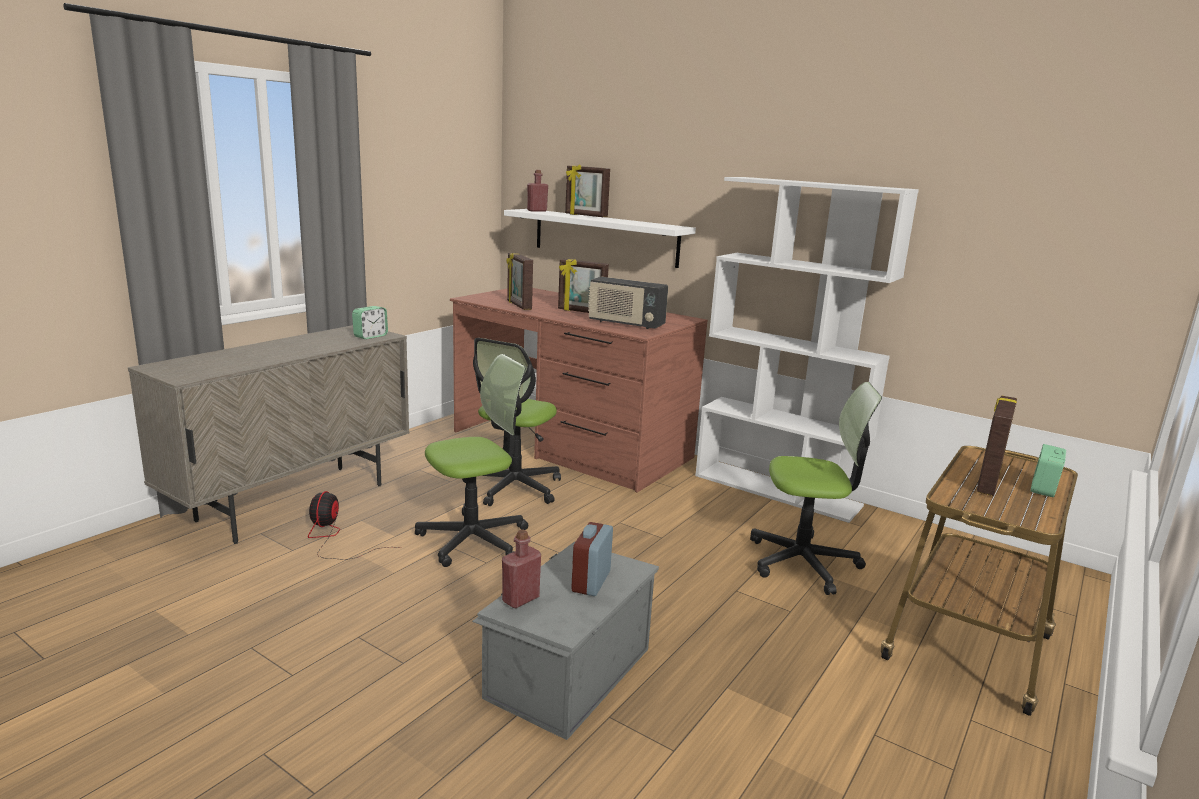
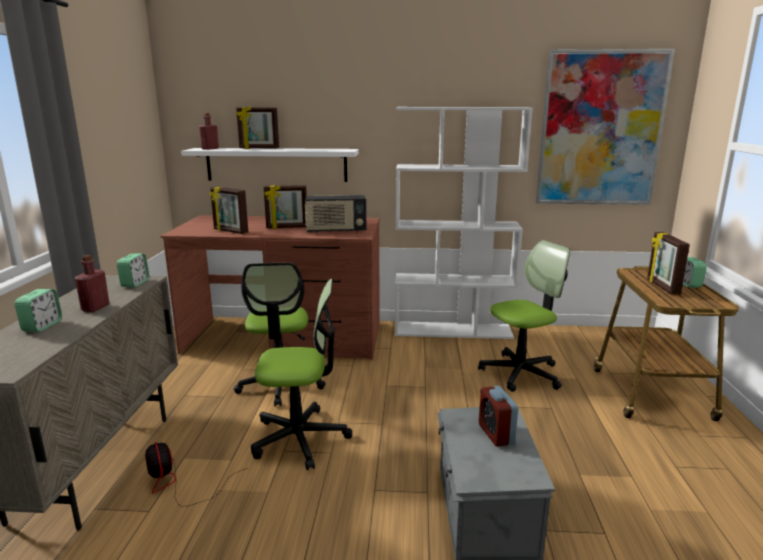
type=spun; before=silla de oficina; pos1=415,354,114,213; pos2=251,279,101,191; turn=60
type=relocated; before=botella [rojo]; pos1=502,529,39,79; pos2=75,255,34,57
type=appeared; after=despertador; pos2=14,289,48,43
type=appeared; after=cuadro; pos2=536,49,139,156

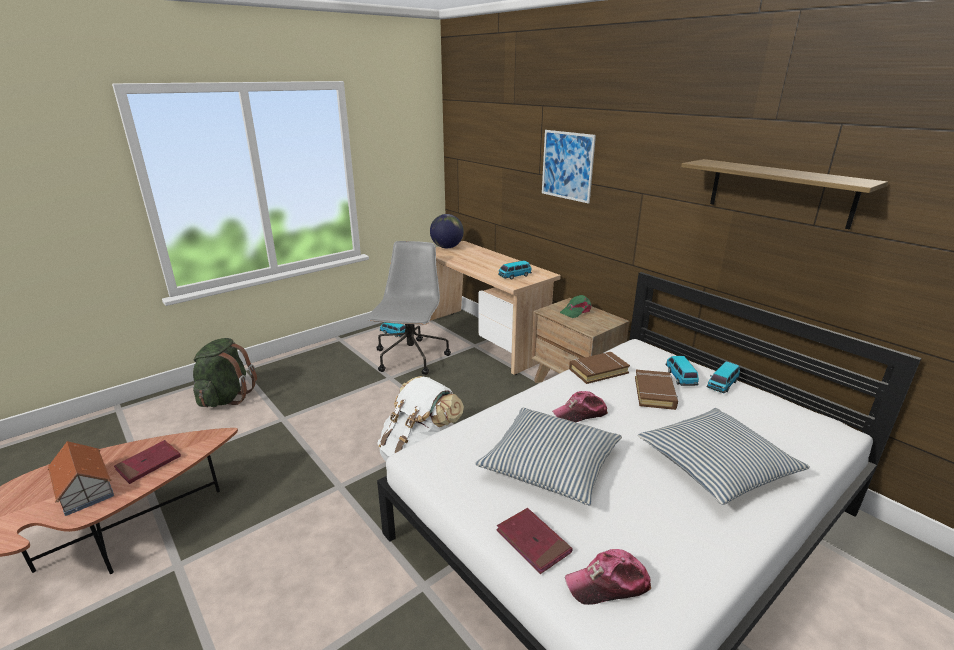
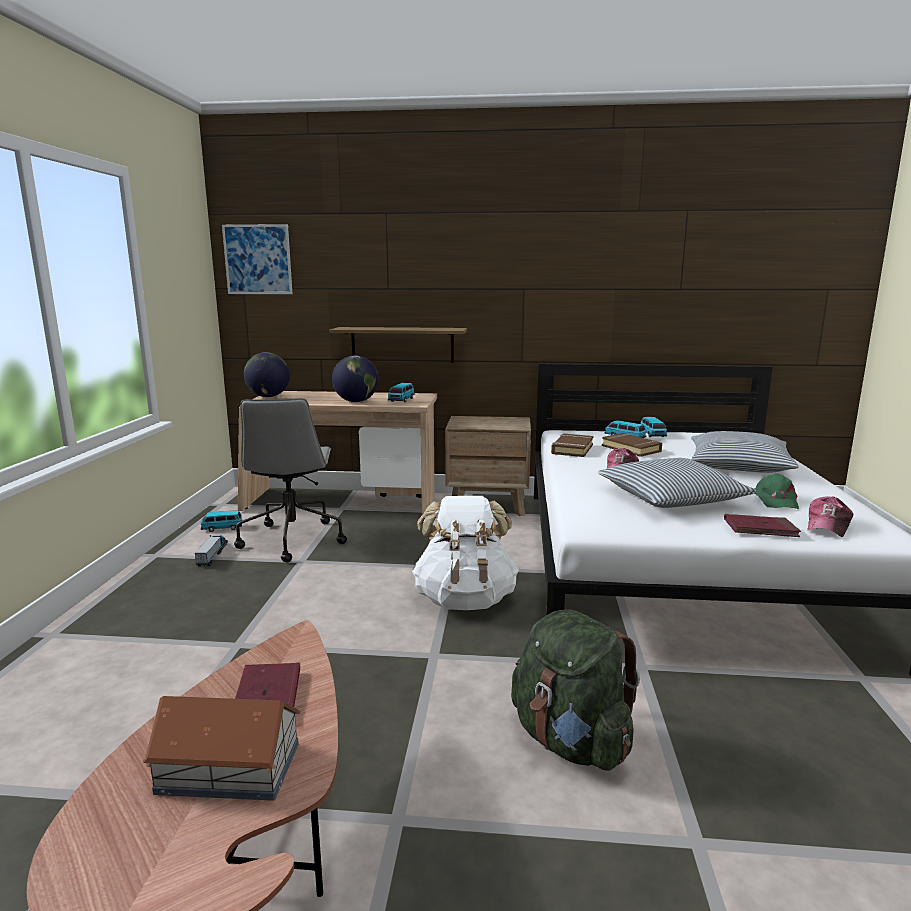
type=relocated; before=mochila [verde]; pos1=193,338,64,69; pos2=511,609,129,162
type=spun; before=silla de oficina [gris]; pos1=367,241,84,134; pos2=234,398,113,164; turn=-150
type=relocated; before=cuadro; pos1=542,130,54,74; pos2=222,224,70,70
type=relocated; before=gorra [verde]; pos1=560,295,32,23; pos2=754,473,45,36
type=relocated; before=estante; pos1=681,159,207,70; pos2=329,327,138,36
type=appeared; after=camión de juguete; pos2=195,535,33,32
type=appeared; after=globo terráqueo; pos2=332,355,47,47

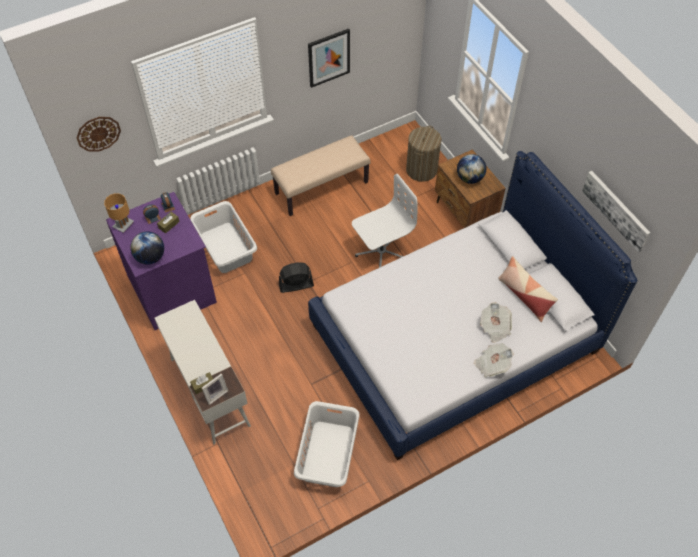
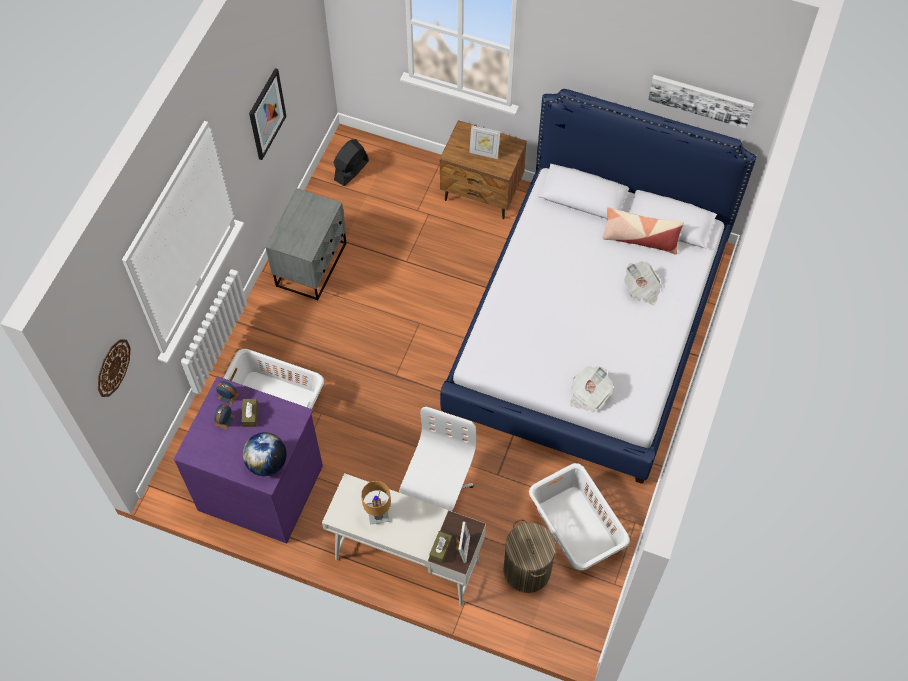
type=relocated; before=lámpara de mesa [marrón]; pos1=104,193,30,40; pos2=361,481,30,44
type=exchanged; before=banco [beis]; after=mesita de noche [gris]; pos1=271,135,99,81; pos2=265,188,81,113
type=relocated; before=ventilador [negro]; pos1=279,262,35,31; pos2=333,139,36,47
type=relocated; before=silla de oficina [blanco]; pos1=352,174,66,94; pos2=399,407,77,105
type=relocated; before=cesto de la ropa; pos1=406,126,36,56; pos2=504,519,52,74
type=exchanged; before=globo terráqueo; after=portarretratos; pos1=457,154,29,30; pos2=469,125,31,34
type=relocated; before=periódico; pos1=474,343,40,34; pos2=570,366,43,46

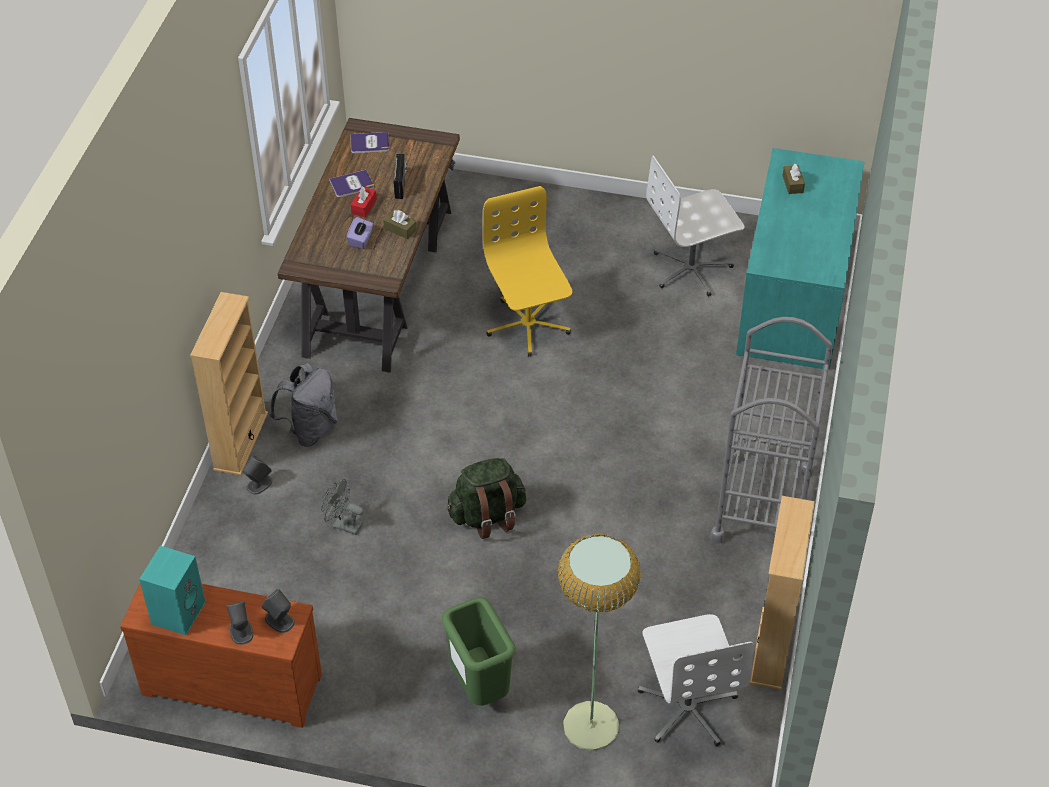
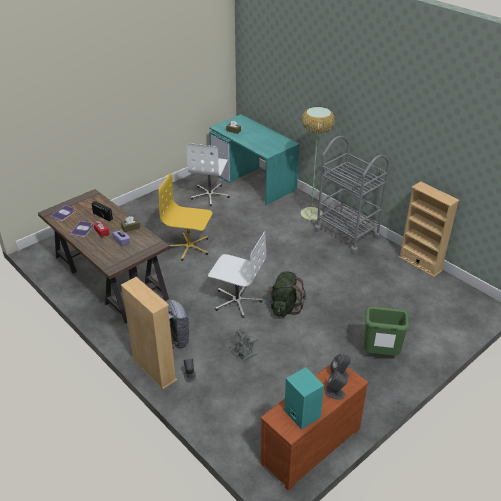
type=relocated; before=lámpara de pie; pos1=558,534,83,217; pos2=300,106,35,115
type=relocated; before=silla de oficina [blanco]; pos1=638,614,116,132; pos2=208,231,58,87

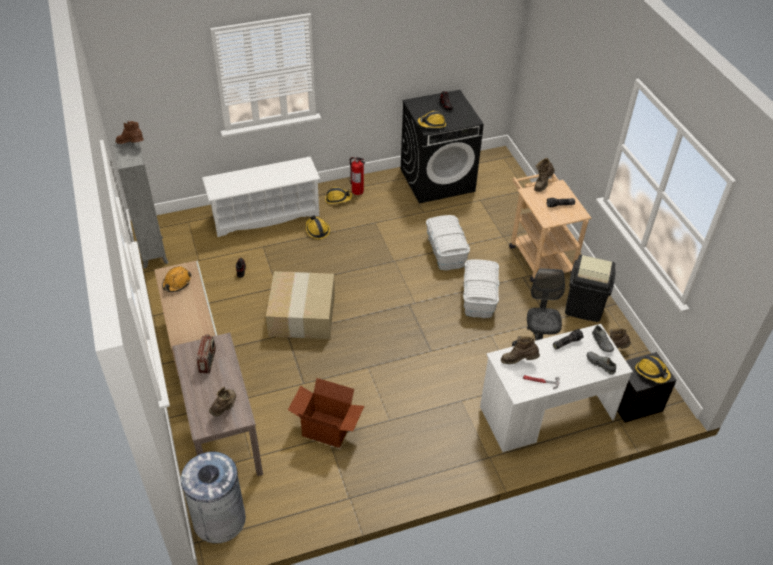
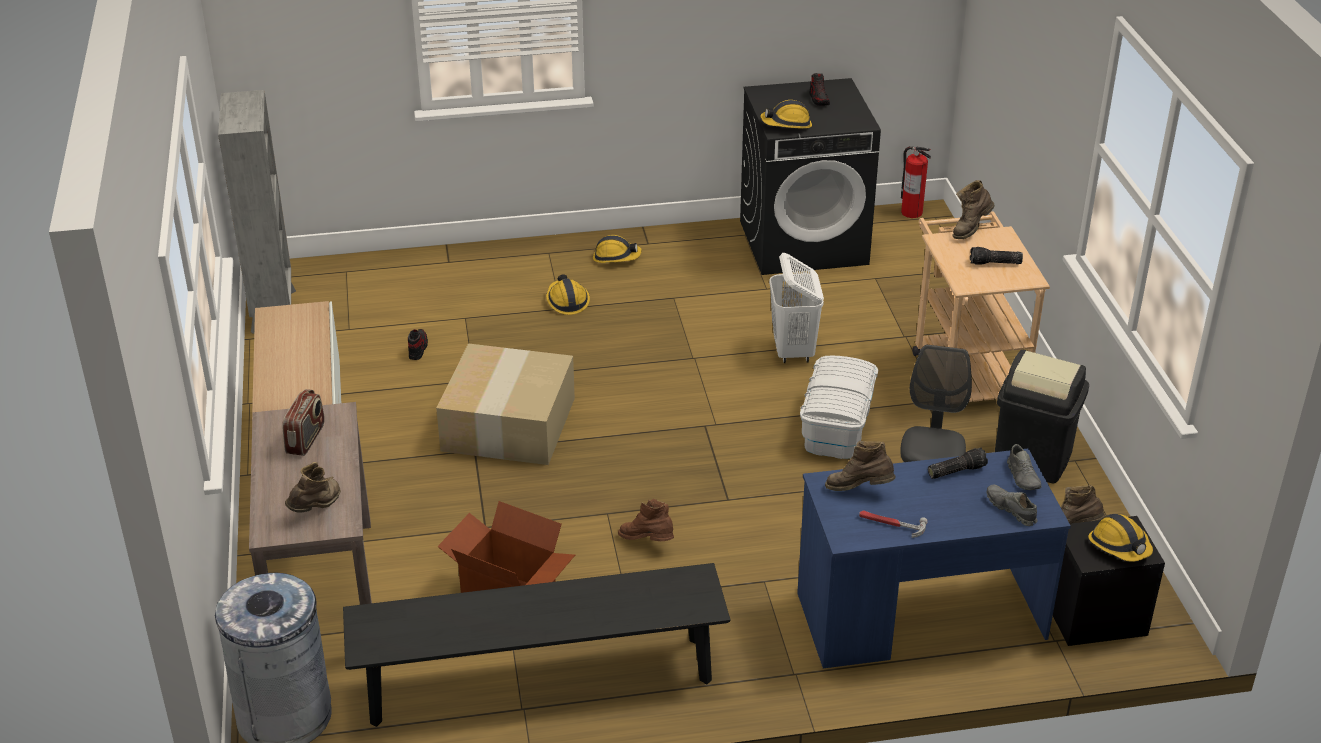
type=relocated; before=bota [marrón]; pos1=115,121,29,23; pos2=618,499,56,42
type=missing; before=casco [naranja]; pos1=162,267,29,25
type=missing; before=zapatero [blanco]; pos1=202,157,118,80
type=relocated; before=extintor; pos1=350,157,15,38; pos2=901,146,30,72
type=exchanged; before=caja de almacenaje [blanco]; after=cesto de la ropa [blanco]; pos1=426,215,44,55; pos2=769,253,55,110
type=colour; before=escritorio [blanco]; after=escritorio [azul]; pos1=480,324,153,128; pos2=797,448,274,220
type=appeared; after=banco [negro]; pos2=343,563,387,164

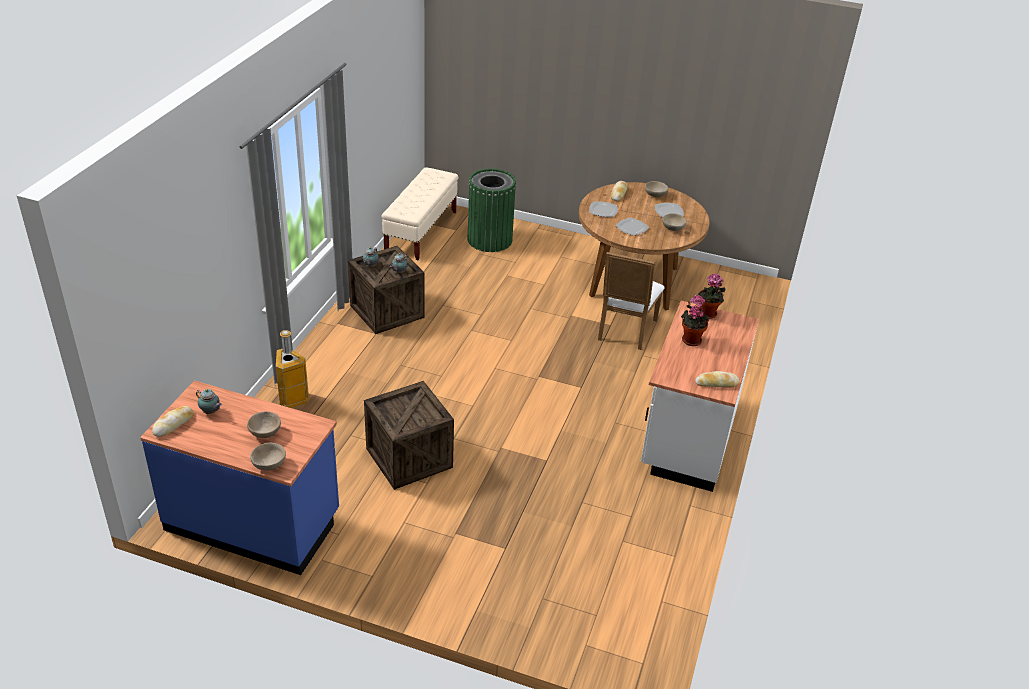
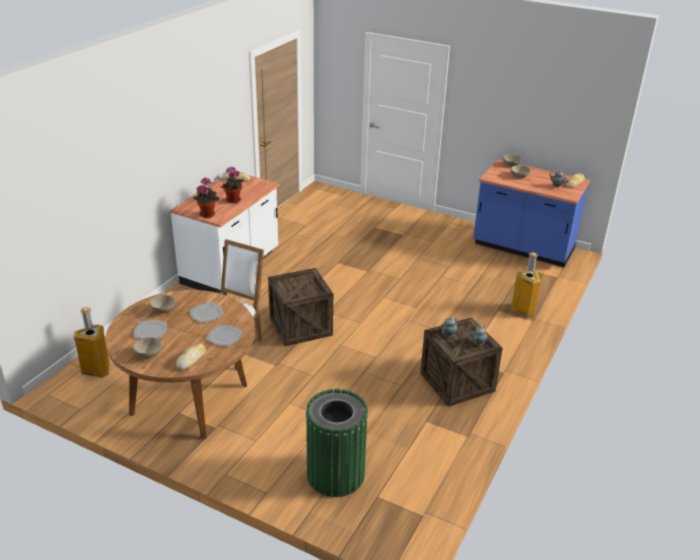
type=relocated; before=caja de embalaje; pos1=364,381,90,109; pos2=268,268,65,78
type=missing; before=banco [beis]; pos1=381,168,77,92
type=appeared; after=papelera; pos2=74,307,36,71

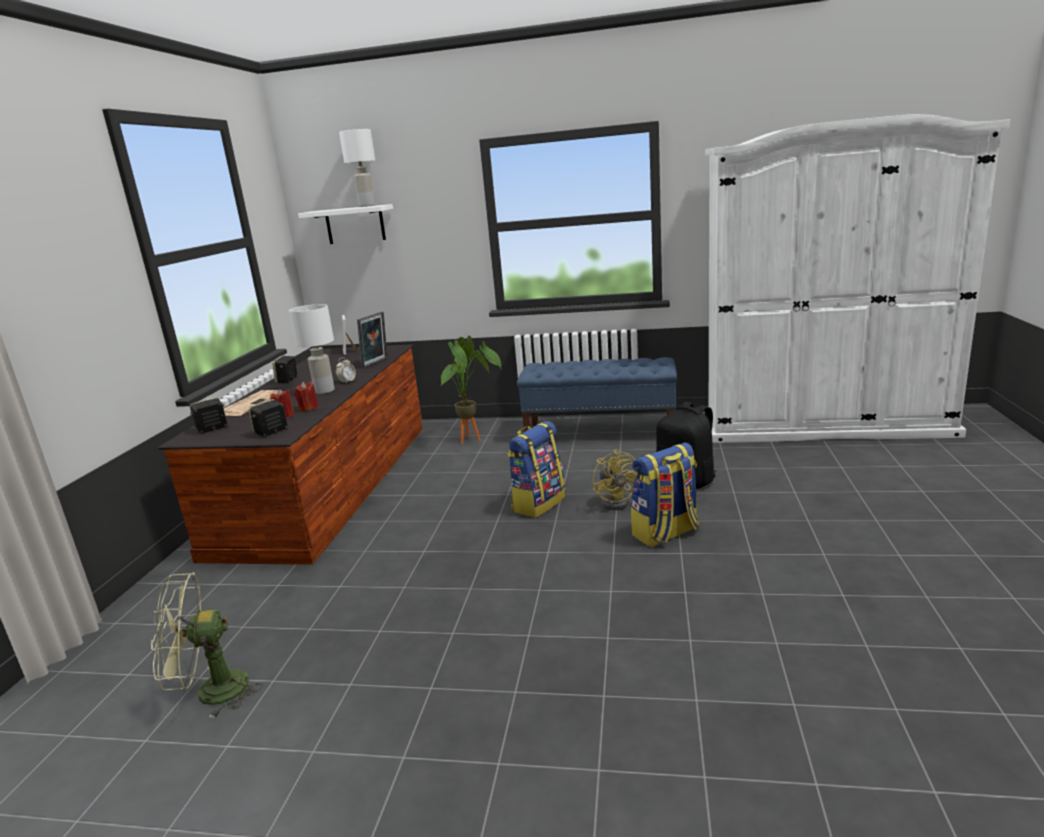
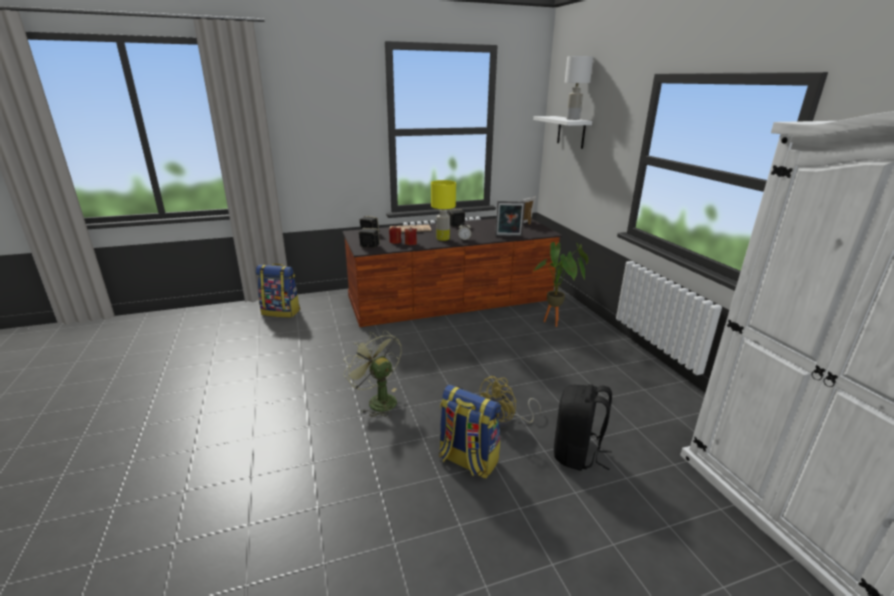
type=relocated; before=ventilador [verde]; pos1=151,572,112,147; pos2=344,331,58,86
type=colour; before=lámpara de mesa [blanco]; after=lámpara de mesa [amarillo]; pos1=289,304,46,90; pos2=431,180,25,61
type=relocated; before=mochila; pos1=507,421,59,97; pos2=255,264,45,54
type=missing; before=banco [azul]; pos1=517,357,160,75

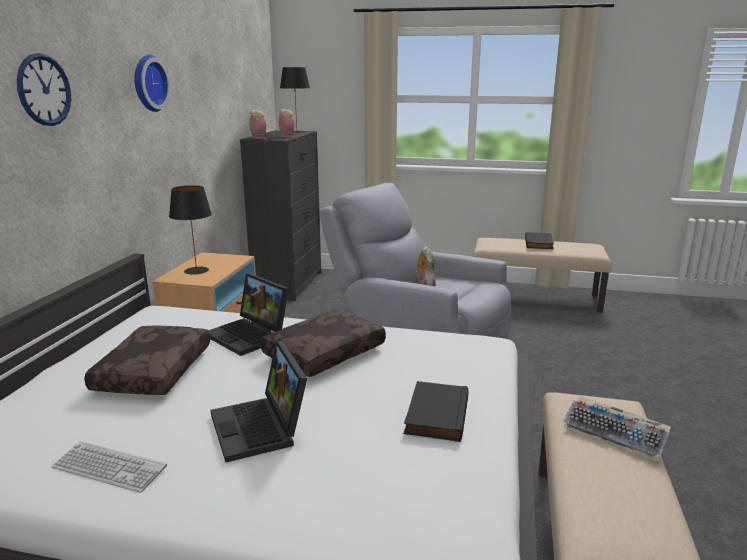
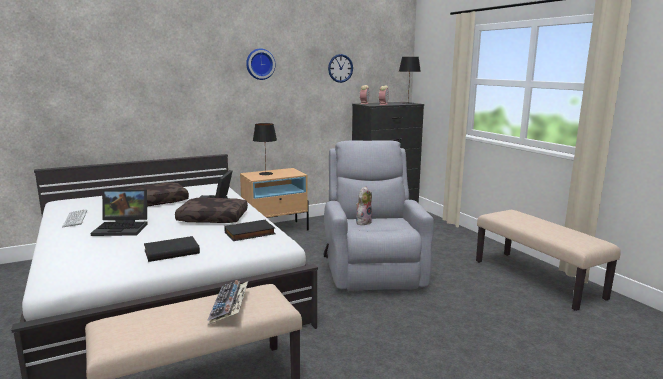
type=relocated; before=reloj de pared; pos1=17,53,54,73; pos2=328,54,25,29
type=spun; before=portátil; pos1=210,341,97,122; pos2=91,189,57,47; turn=-120
type=relocated; before=libro [negro]; pos1=525,232,29,17; pos2=224,220,52,21

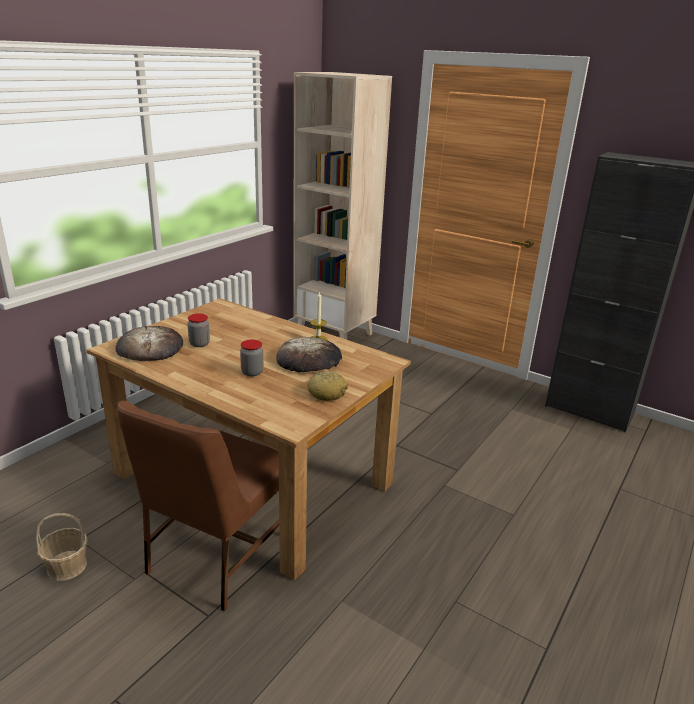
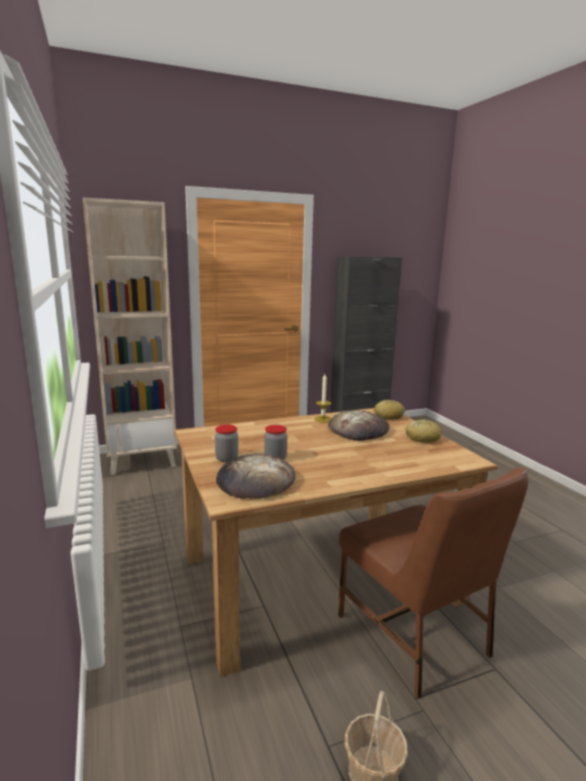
type=relocated; before=tarro; pos1=240,340,23,36; pos2=215,425,23,37
type=appeared; after=pan; pos2=374,400,31,20

